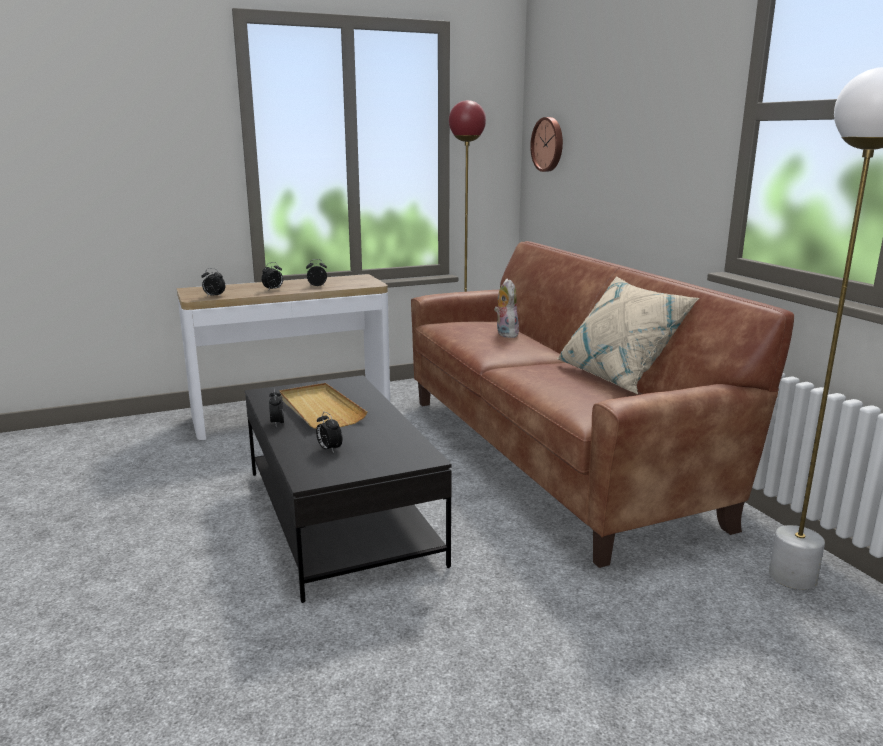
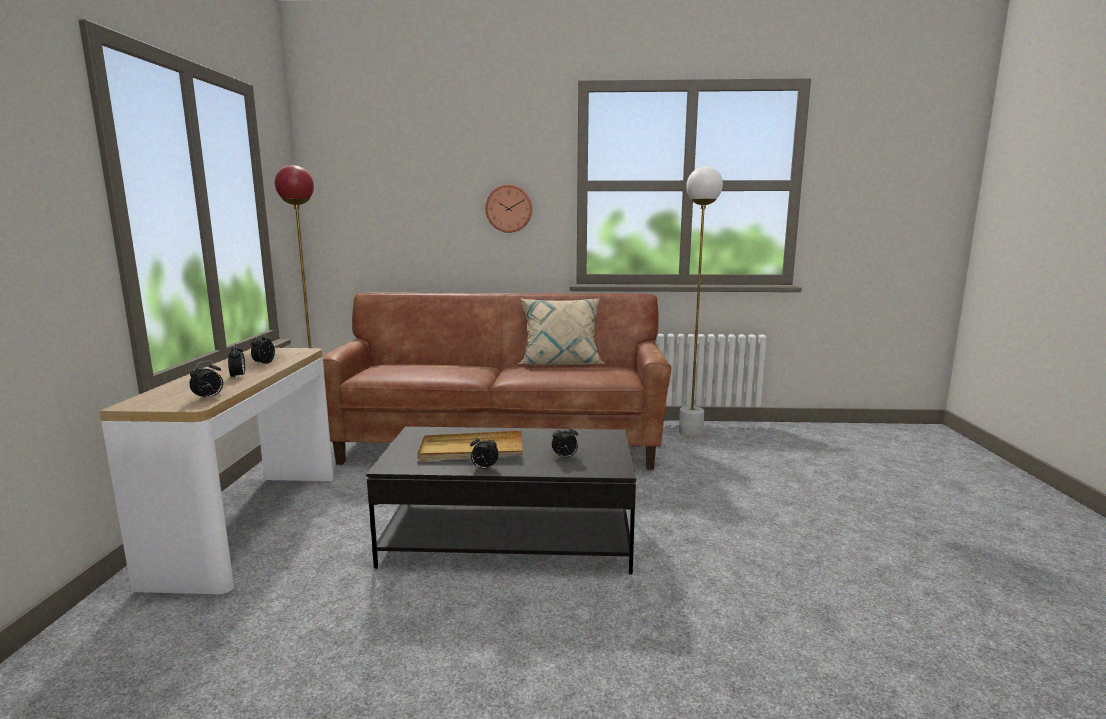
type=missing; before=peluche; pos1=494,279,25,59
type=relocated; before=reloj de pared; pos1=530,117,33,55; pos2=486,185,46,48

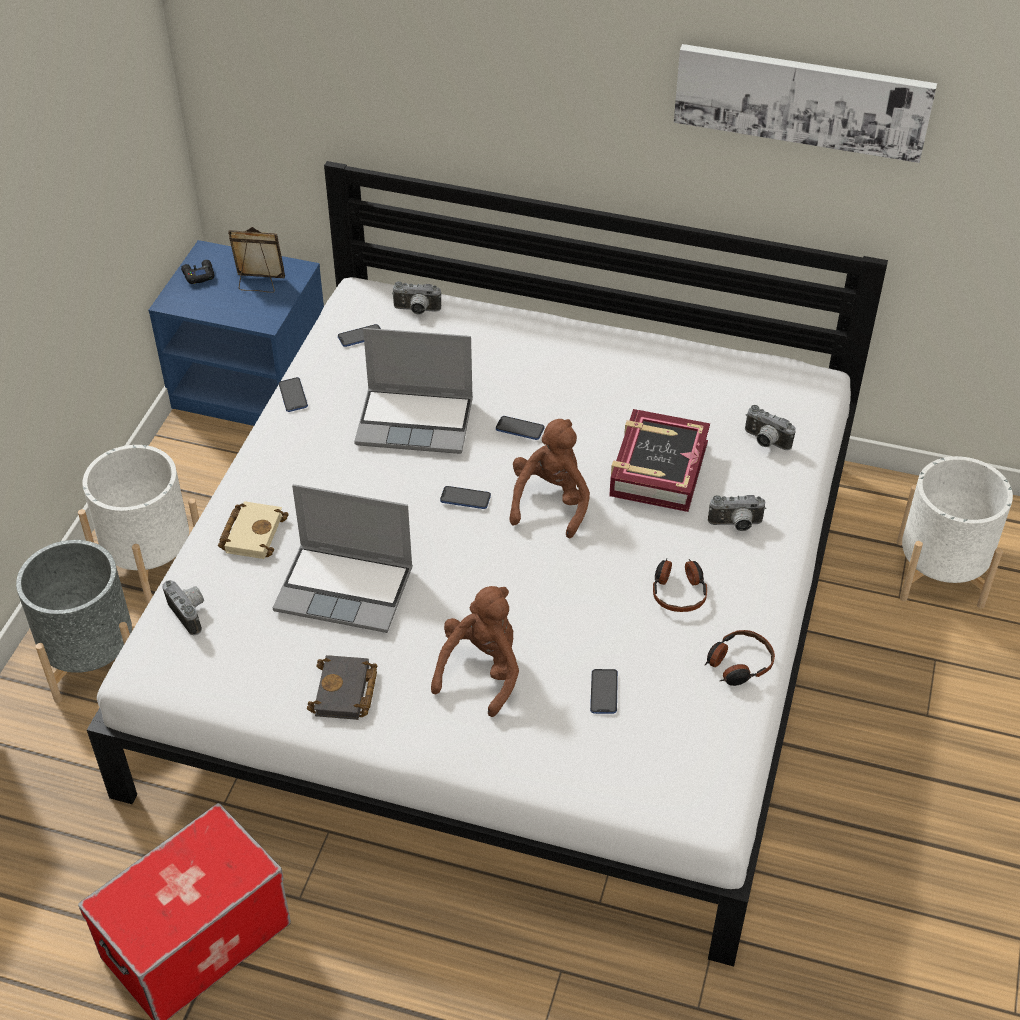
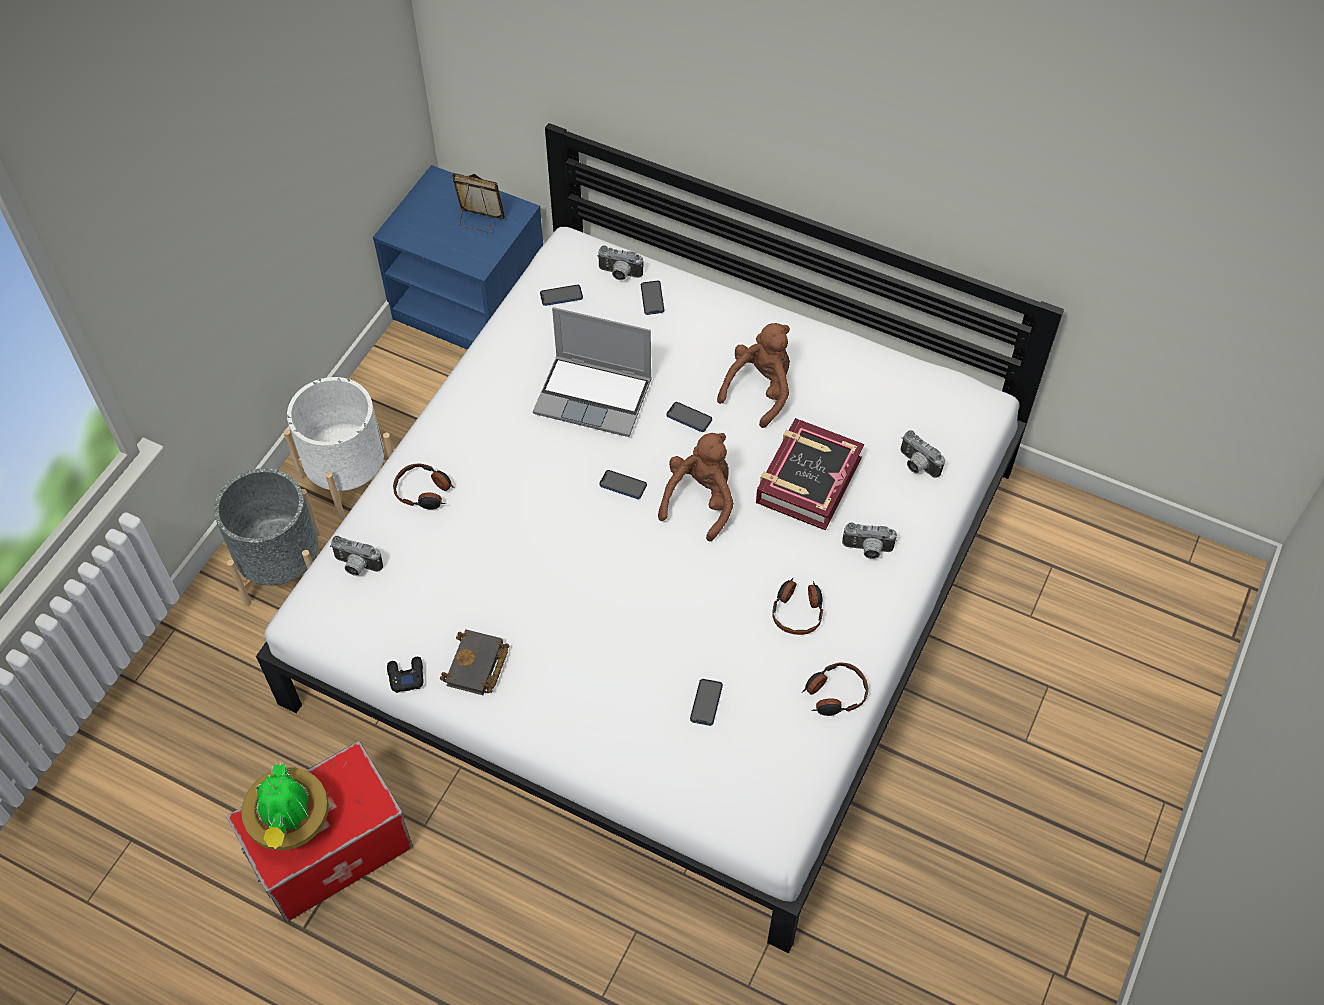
type=spun; before=cámara; pos1=162,580,42,55; pos2=330,536,53,40; turn=135
type=relocated; before=mando de consola [negro]; pos1=181,260,33,24; pos2=387,657,36,36
type=exchanged; before=libro [beis]; after=auriculares; pos1=218,501,71,58; pos2=393,463,61,47
type=missing; before=portátil; pos1=273,484,140,149
type=relocated; before=móvil; pos1=278,377,30,35; pos2=641,281,24,34
type=relocated; before=peluche [marrón]; pos1=431,586,88,131; pos2=717,323,73,105
type=missing; before=cuadro; pos1=674,44,263,119
type=missing; before=maceta [blanco]; pos1=897,456,116,153
type=appeared; after=planta en maceta; pos2=241,762,88,88

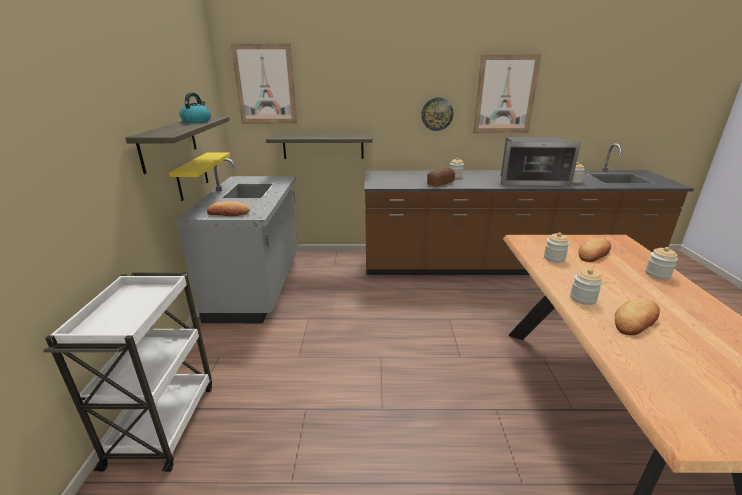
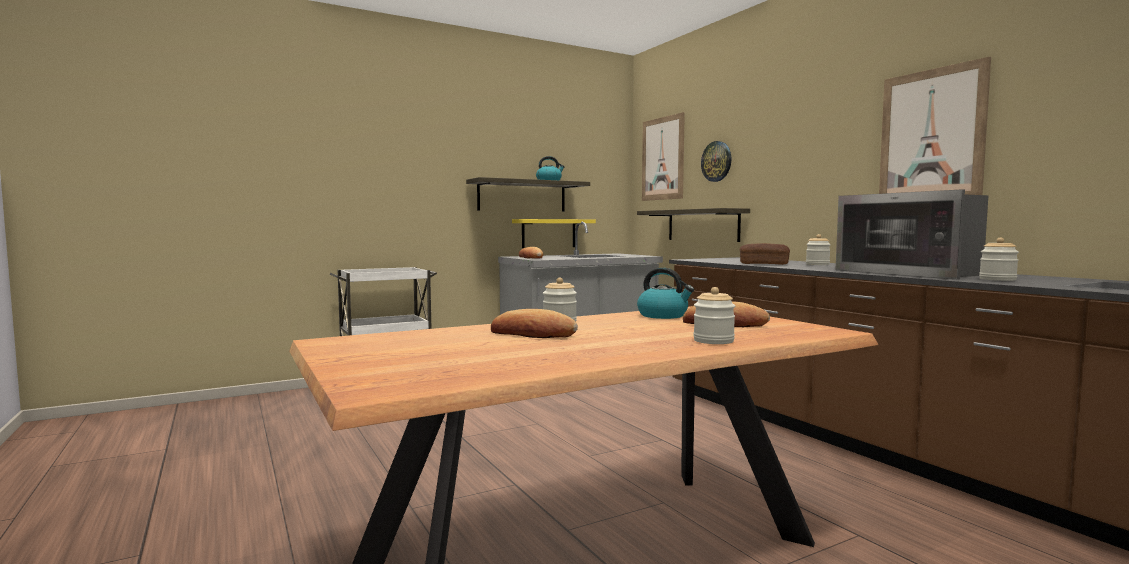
type=relocated; before=reloj de pared; pos1=421,98,32,33; pos2=701,141,30,41
type=exchanged; before=tarro; after=hervidor; pos1=544,232,26,30; pos2=637,268,57,51

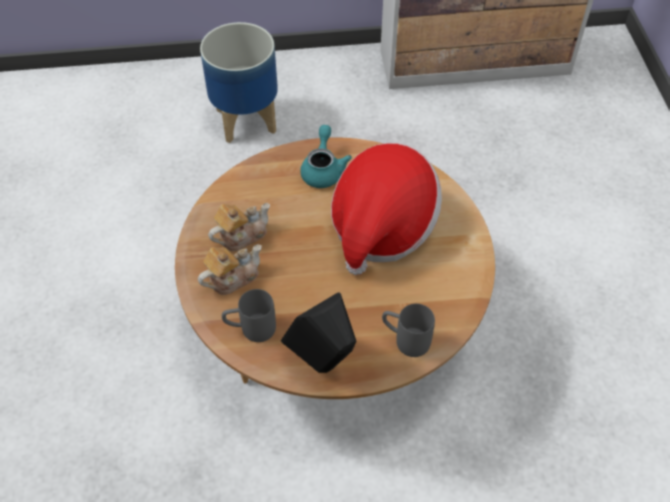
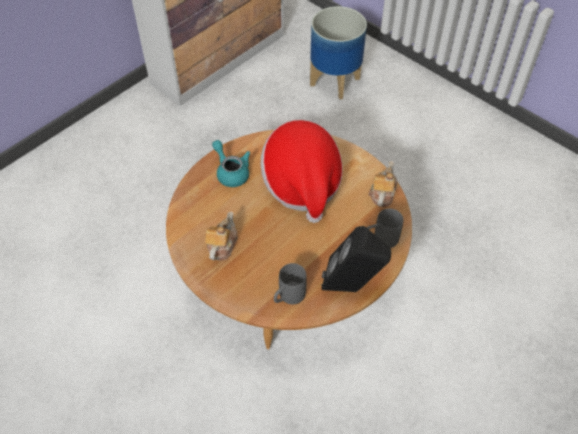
type=relocated; before=tetera; pos1=198,244,64,51; pos2=369,161,28,46
type=relocated; before=maceta; pos1=200,22,78,121; pos2=310,6,57,93

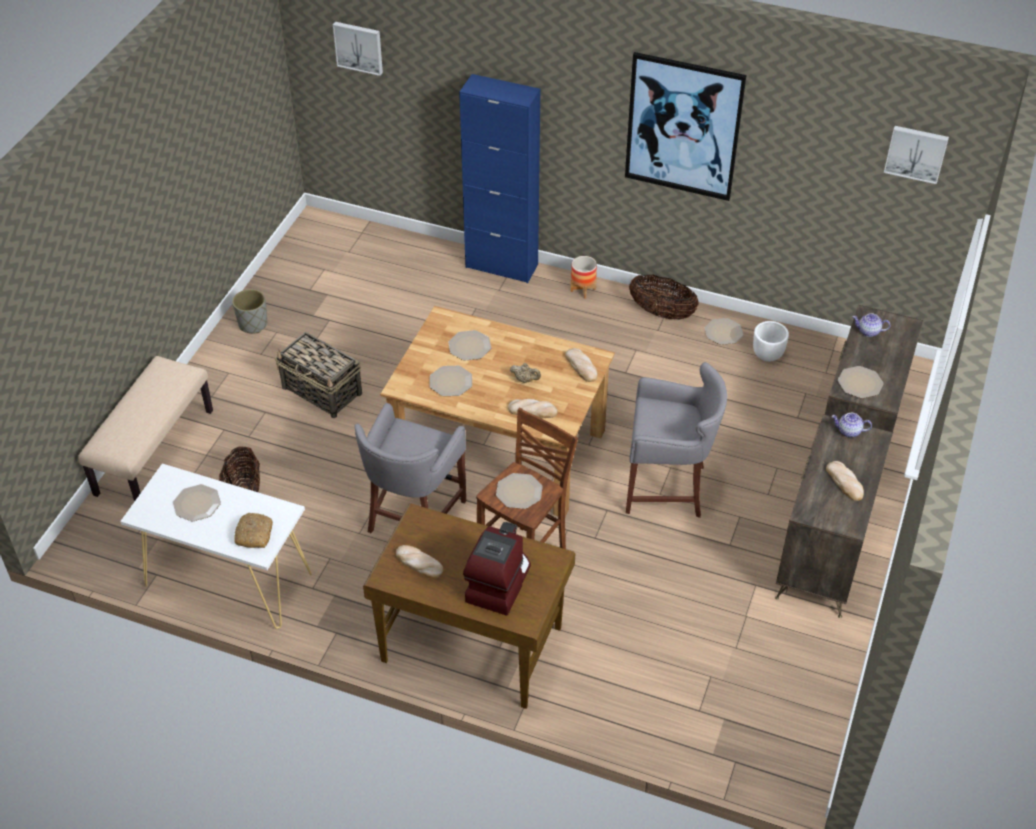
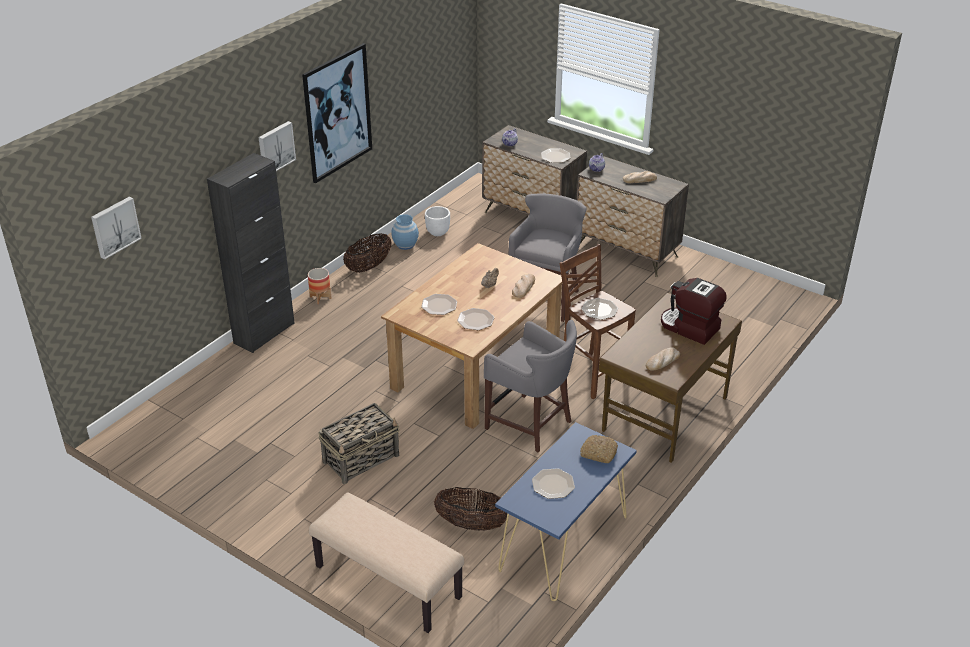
type=colour; before=mesa consola [blanco]; after=mesa consola [azul]; pos1=120,464,192,165; pos2=495,422,142,179
type=missing; before=maceta [gris]; pos1=232,289,35,44
type=colour; before=armario [azul]; after=armario [negro]; pos1=459,74,81,209; pos2=207,153,88,200
type=missing; before=pan; pos1=565,348,33,34
type=exchanged; before=plato; after=florero [azul]; pos1=705,318,39,27; pos2=391,214,28,36
type=relocated; before=cuadro; pos1=884,126,65,58; pos2=258,121,38,50

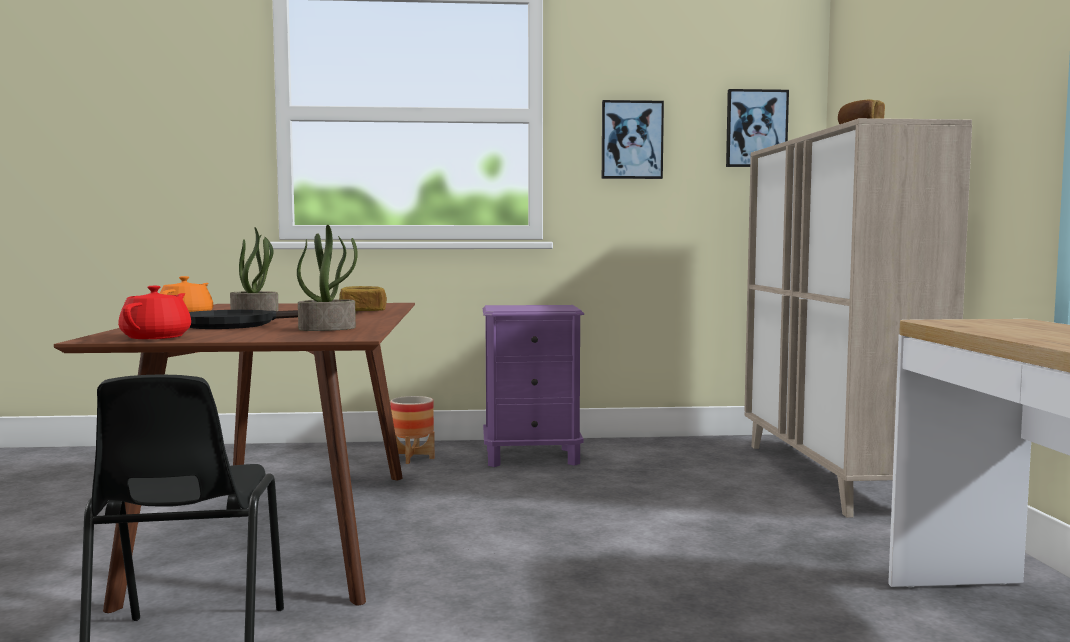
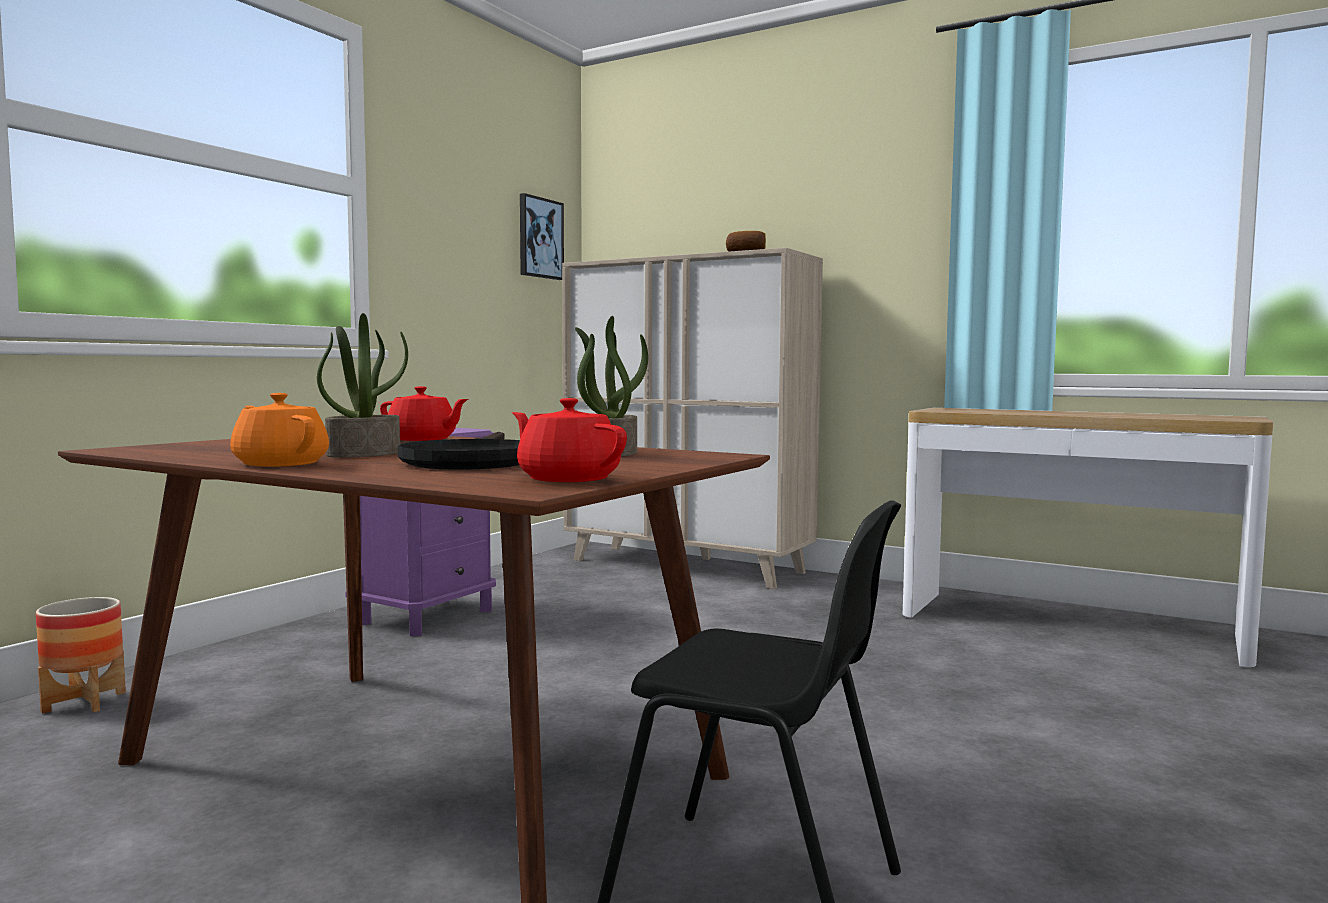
type=exchanged; before=pan; after=tetera [rojo]; pos1=339,286,48,25; pos2=380,386,88,55
type=relocated; before=maceta; pos1=391,396,44,68; pos2=36,597,90,116
type=missing; before=cuadro; pos1=602,100,62,79

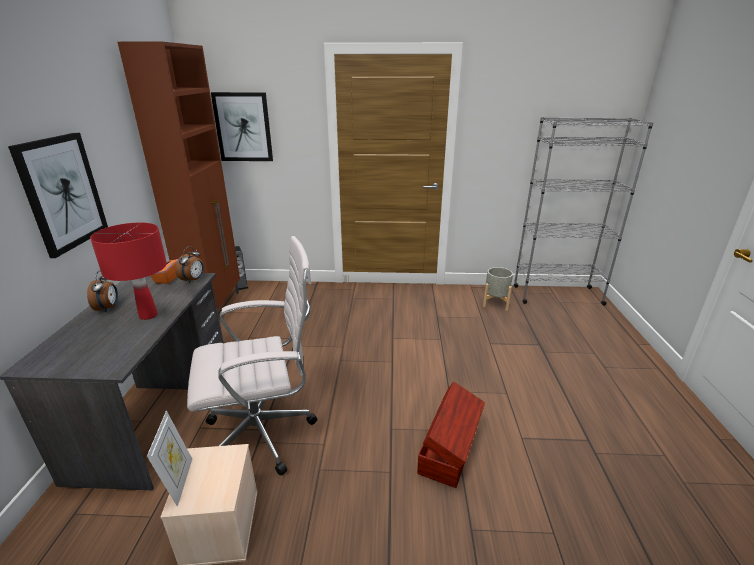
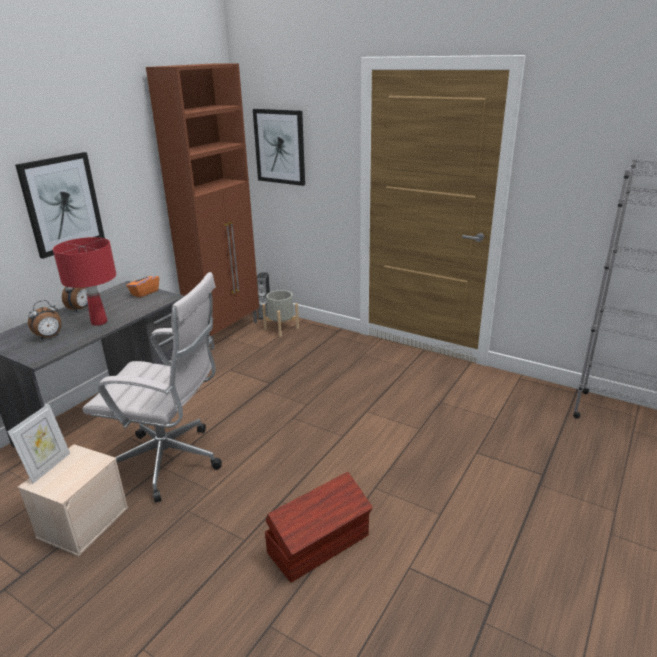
type=relocated; before=despertador; pos1=175,246,29,38; pos2=28,300,33,40
type=relocated; before=maceta [gris]; pos1=483,267,30,44; pos2=262,290,37,47

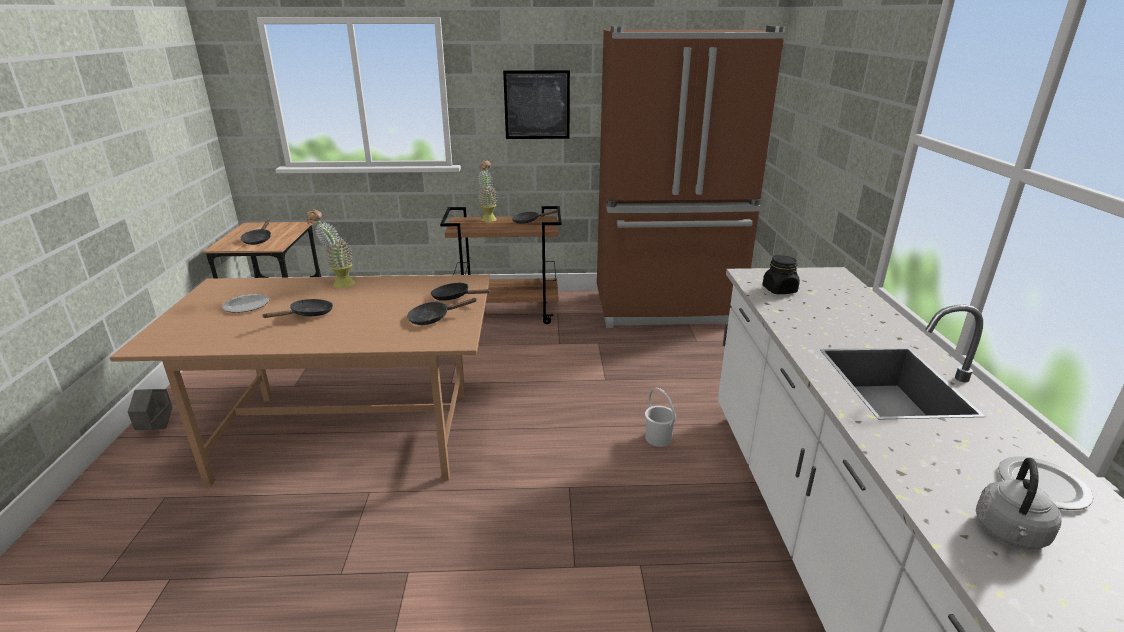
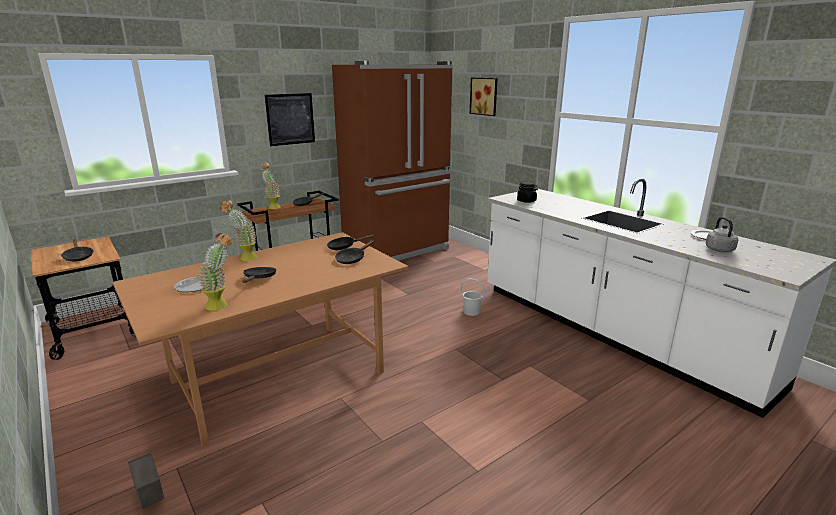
type=relocated; before=maceta [gris]; pos1=128,389,45,41; pos2=128,453,36,56
type=appeared; after=planta en maceta; pos2=198,233,34,78
type=appeared; after=cuadro; pos2=470,77,28,39

